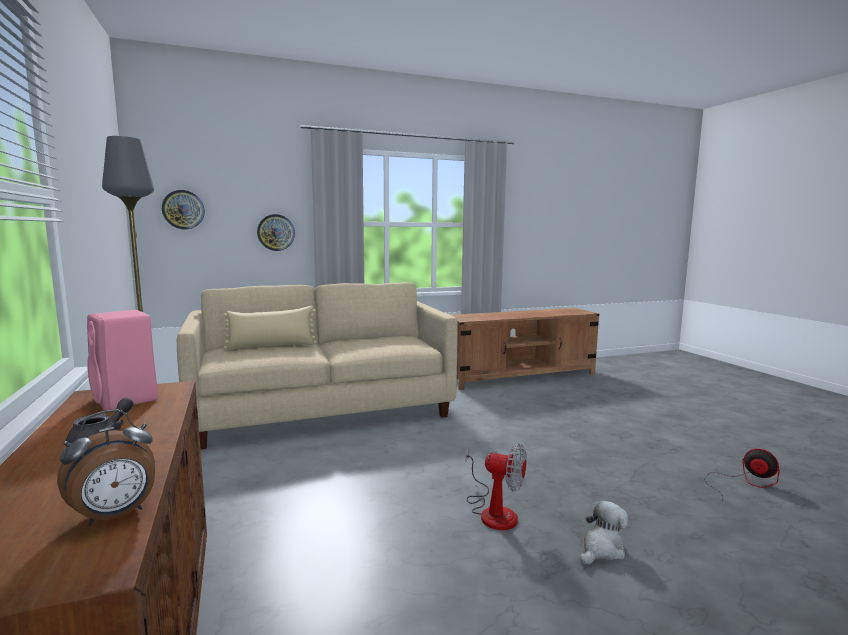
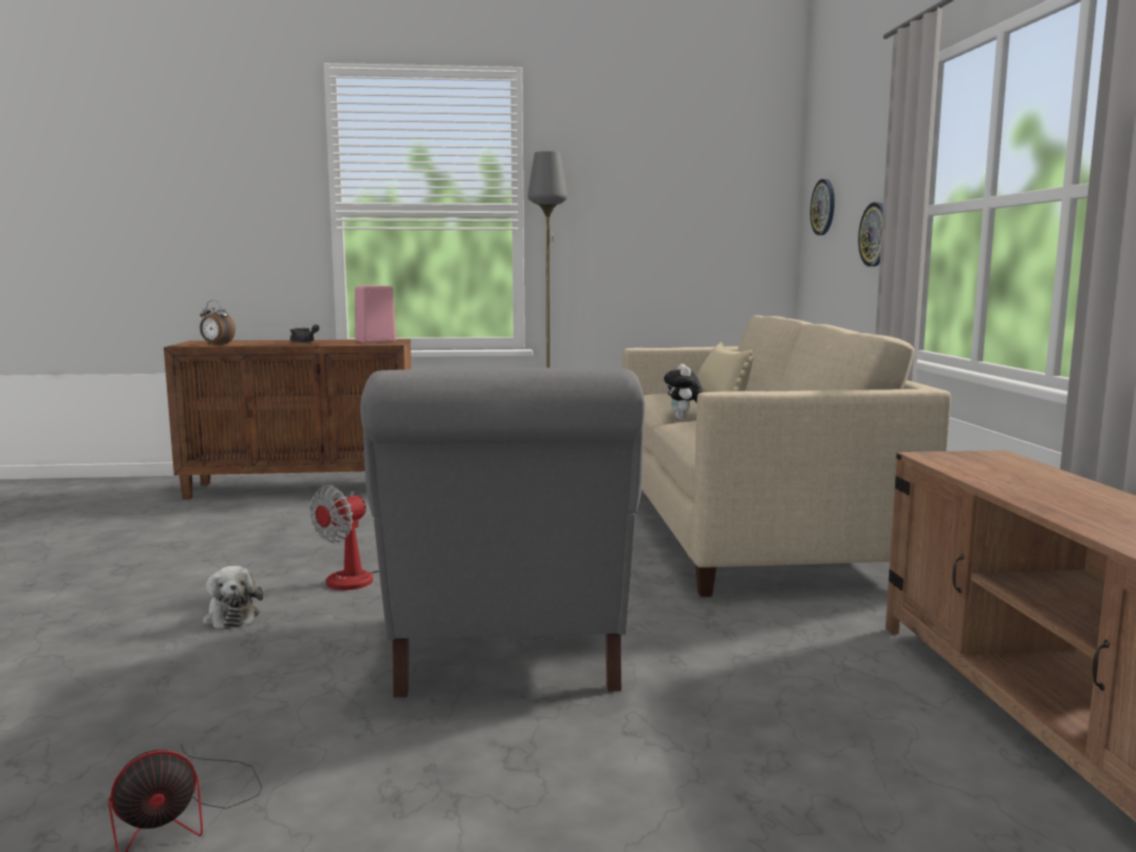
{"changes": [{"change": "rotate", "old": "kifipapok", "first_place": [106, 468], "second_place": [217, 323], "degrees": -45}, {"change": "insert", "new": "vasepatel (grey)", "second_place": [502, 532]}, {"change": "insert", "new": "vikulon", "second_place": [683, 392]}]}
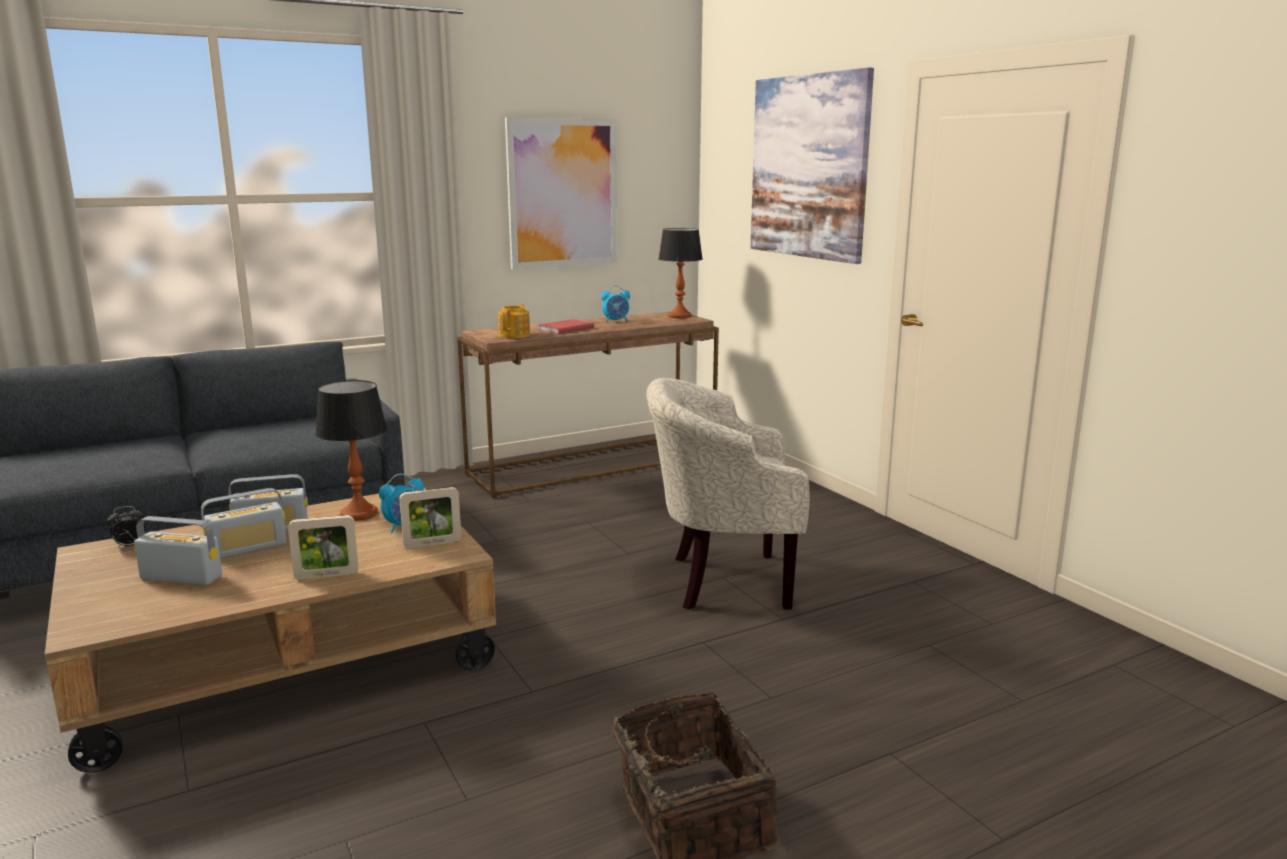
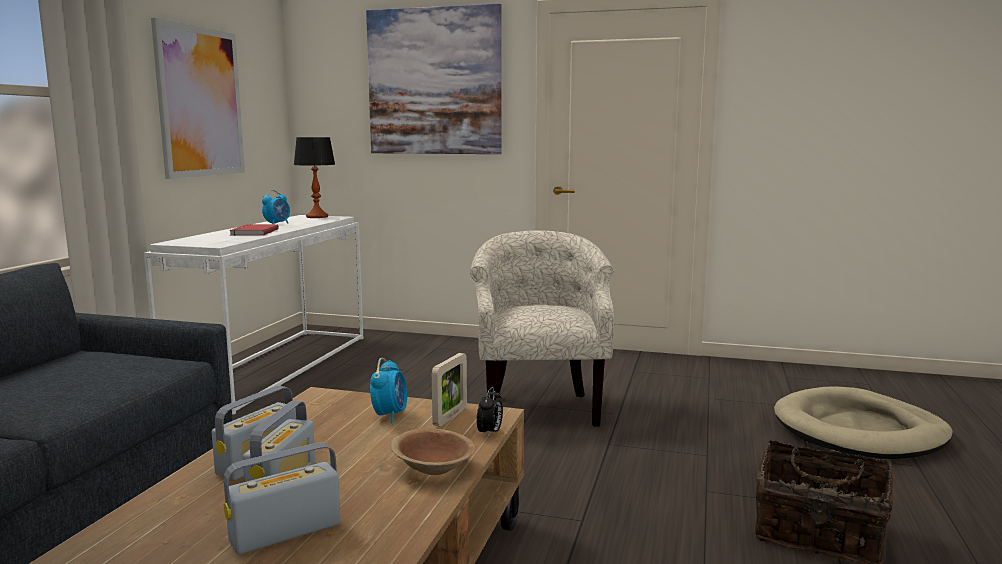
{"changes": [{"change": "move", "old": "kifipapok", "first_place": [126, 527], "second_place": [490, 412]}, {"change": "replace", "old": "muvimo", "new": "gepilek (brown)", "first_place": [323, 547], "second_place": [432, 451]}, {"change": "delete", "old": "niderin", "first_place": [351, 450]}, {"change": "recolor", "old": "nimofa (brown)", "new": "nimofa (white)", "first_place": [588, 405], "second_place": [253, 315]}, {"change": "delete", "old": "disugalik", "first_place": [514, 321]}, {"change": "rotate", "old": "vasepatel (beige)", "first_place": [728, 494], "second_place": [542, 328], "degrees": 135}, {"change": "insert", "new": "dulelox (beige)", "second_place": [863, 423]}]}
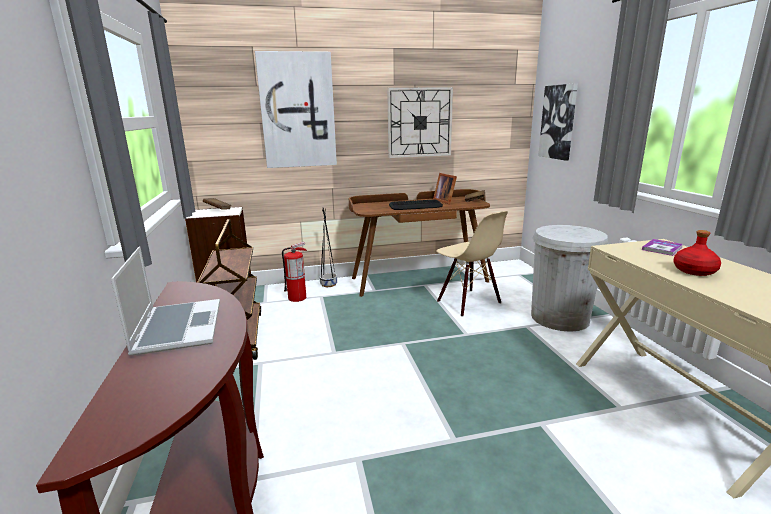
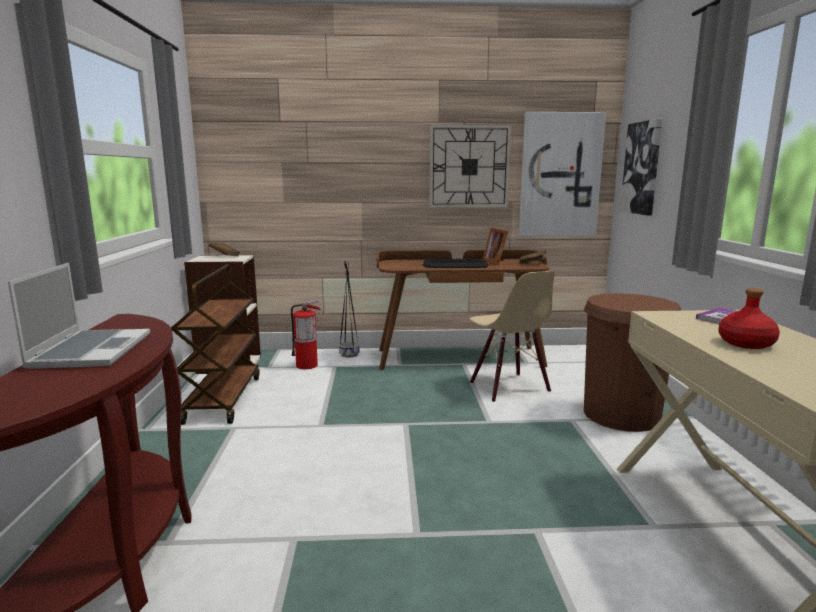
{"changes": [{"change": "move", "old": "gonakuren", "first_place": [296, 109], "second_place": [562, 174]}, {"change": "recolor", "old": "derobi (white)", "new": "derobi (brown)", "first_place": [570, 278], "second_place": [632, 362]}]}
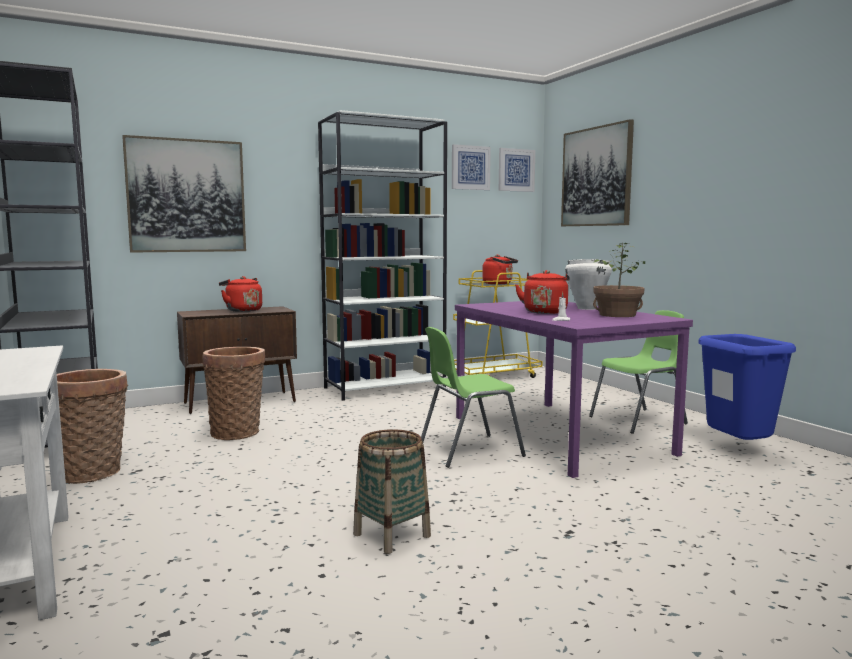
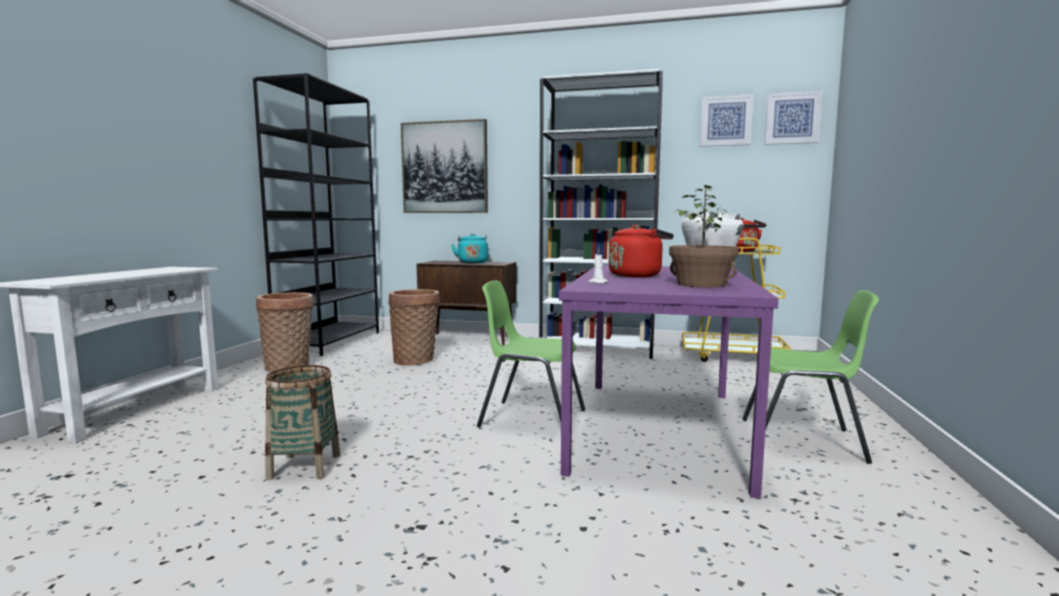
{"changes": [{"change": "recolor", "old": "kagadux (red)", "new": "kagadux (turquoise)", "first_place": [240, 294], "second_place": [469, 248]}, {"change": "delete", "old": "gonakuren", "first_place": [597, 172]}, {"change": "delete", "old": "derobi (blue)", "first_place": [747, 387]}]}
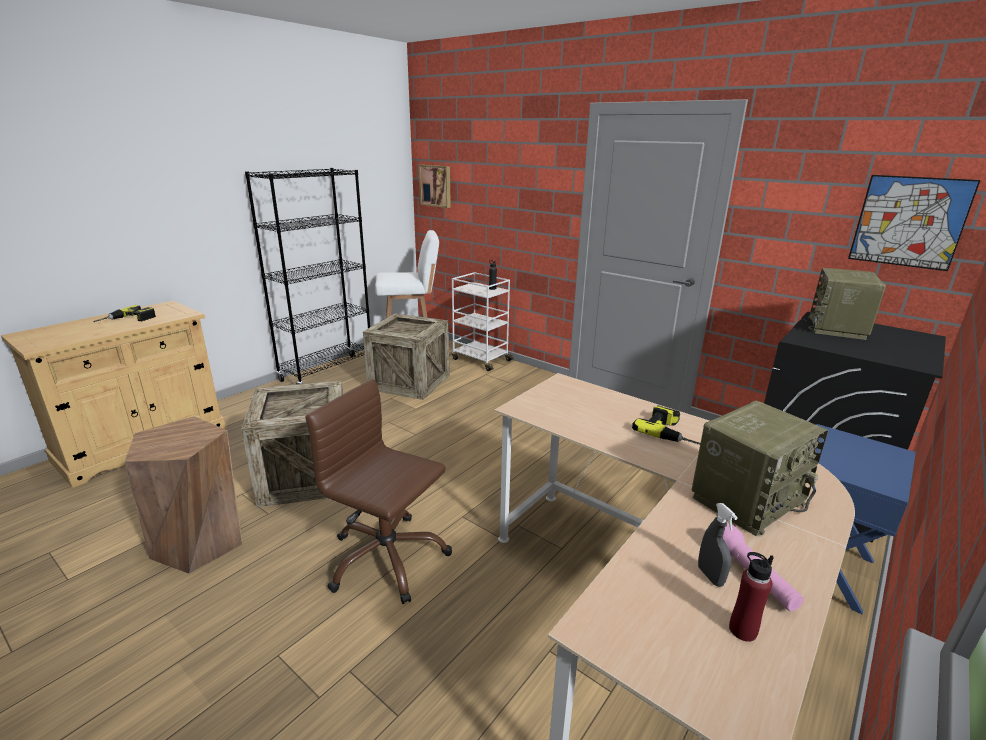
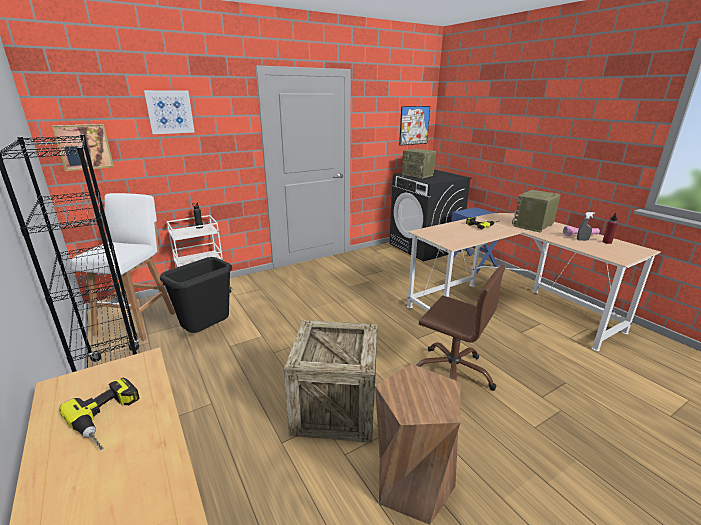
{"changes": [{"change": "rotate", "old": "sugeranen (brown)", "first_place": [379, 491], "second_place": [461, 328], "degrees": -105}, {"change": "replace", "old": "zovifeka", "new": "derobi (black)", "first_place": [406, 356], "second_place": [196, 295]}, {"change": "rotate", "old": "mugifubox", "first_place": [760, 468], "second_place": [536, 211], "degrees": -120}, {"change": "insert", "new": "gonakuren", "second_place": [169, 112]}]}
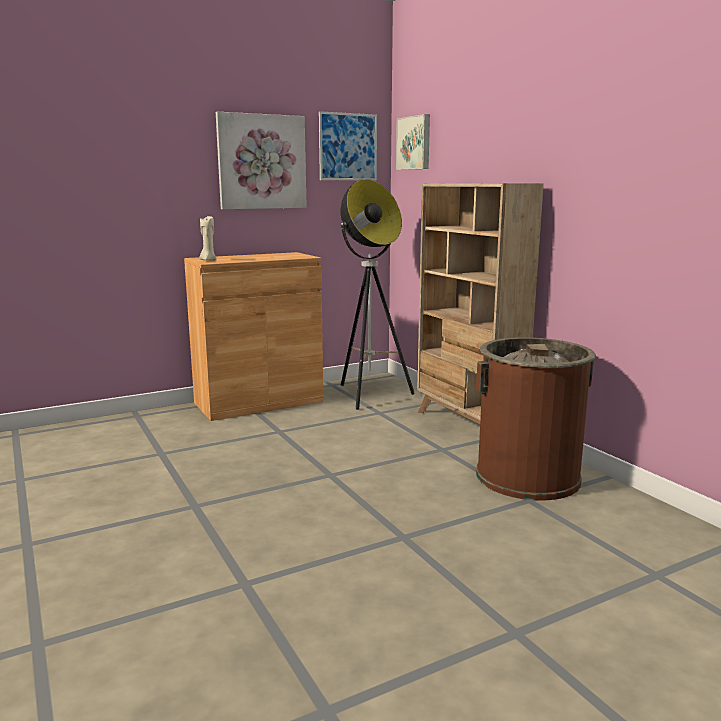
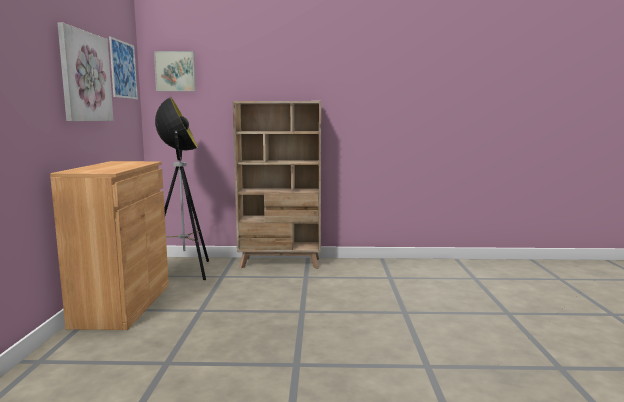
{"changes": [{"change": "delete", "old": "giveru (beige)", "first_place": [208, 238]}, {"change": "delete", "old": "derobi (brown)", "first_place": [536, 418]}]}
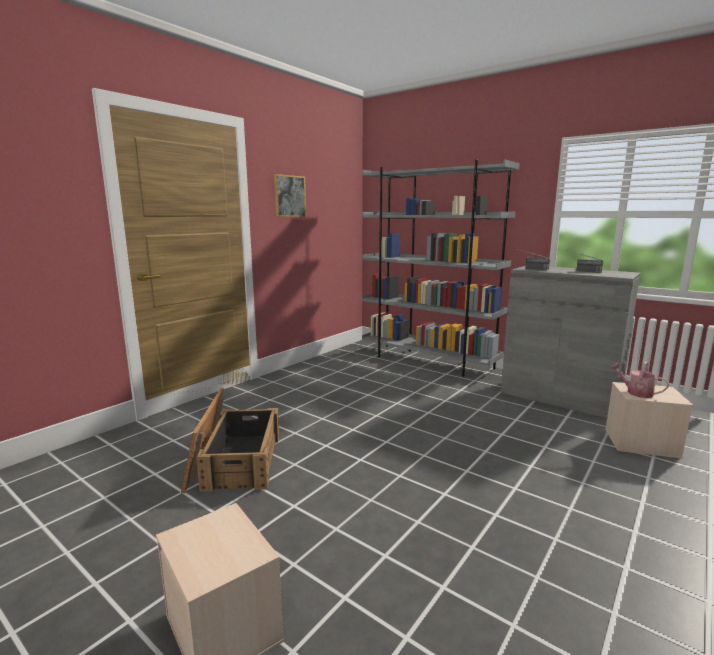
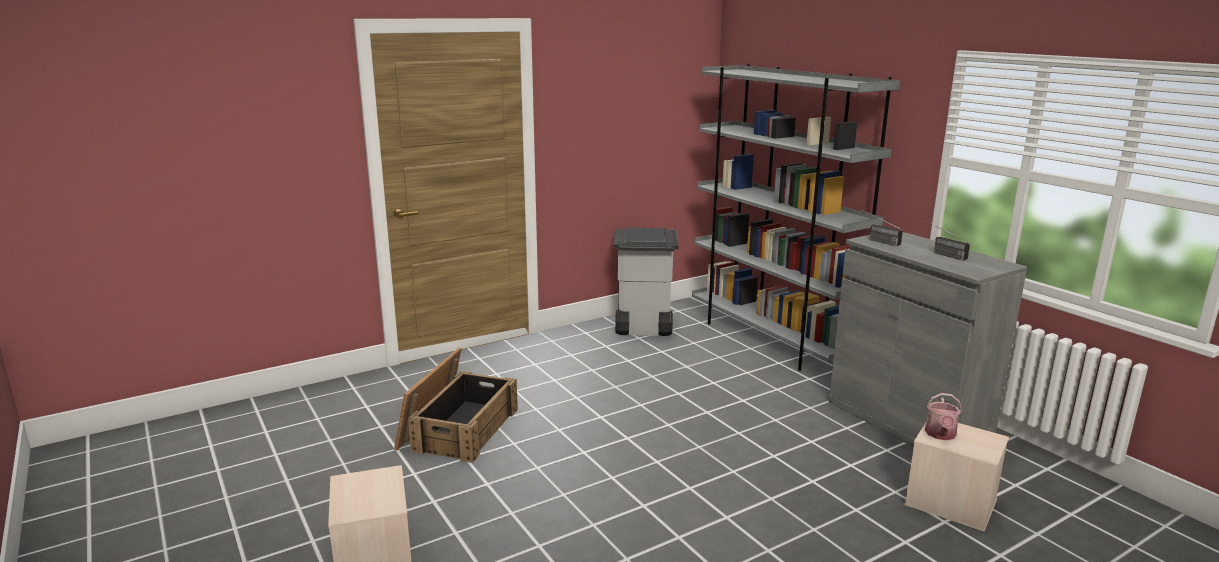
{"changes": [{"change": "delete", "old": "gonakuren", "first_place": [290, 195]}, {"change": "rotate", "old": "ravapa", "first_place": [639, 380], "second_place": [943, 416], "degrees": -135}, {"change": "insert", "new": "derobi (grey)", "second_place": [646, 282]}]}
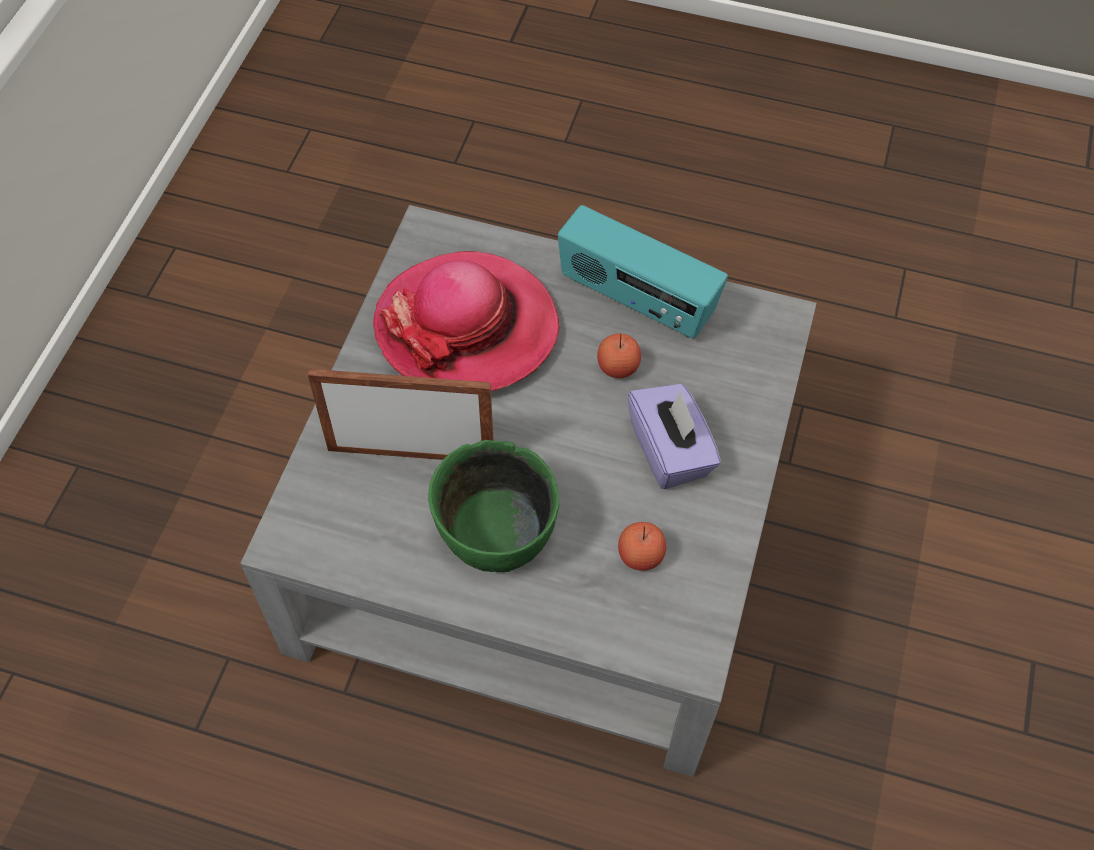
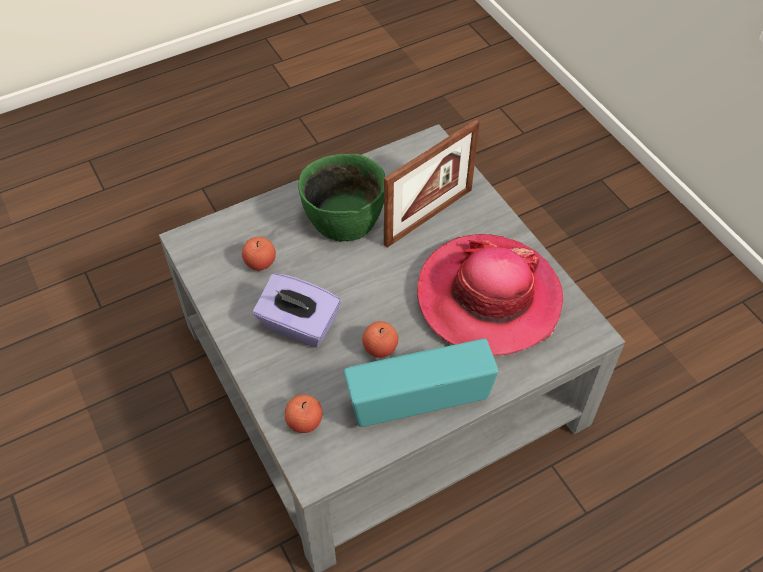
{"changes": [{"change": "insert", "new": "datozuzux", "second_place": [303, 413]}]}
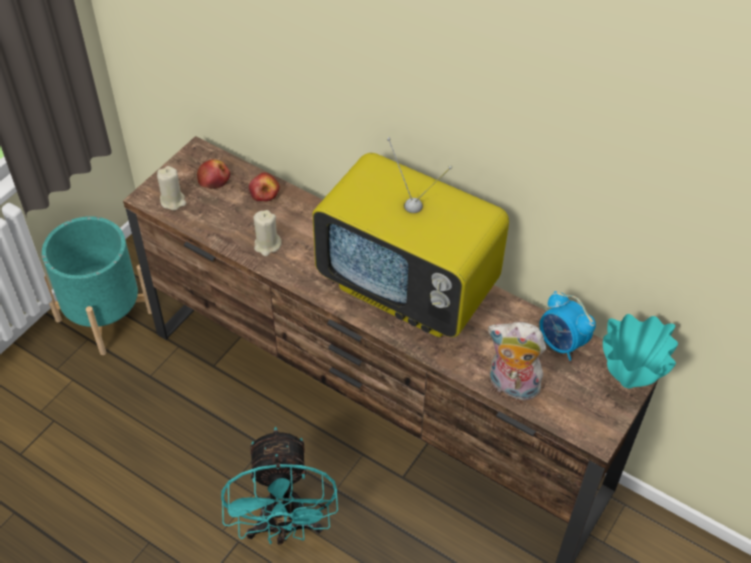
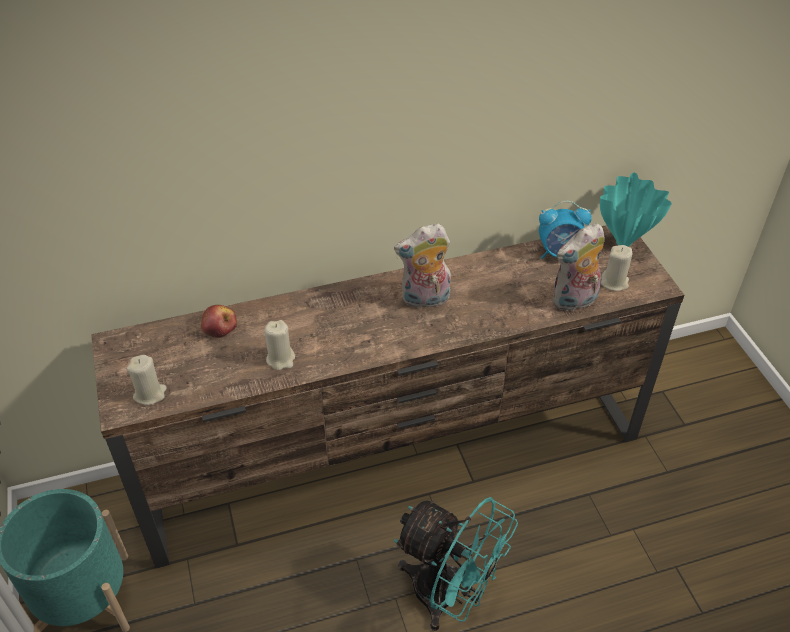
{"changes": [{"change": "delete", "old": "datozuzux", "first_place": [213, 174]}, {"change": "replace", "old": "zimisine", "new": "vikulon", "first_place": [411, 237], "second_place": [422, 266]}, {"change": "insert", "new": "giveru (beige)", "second_place": [616, 268]}]}
